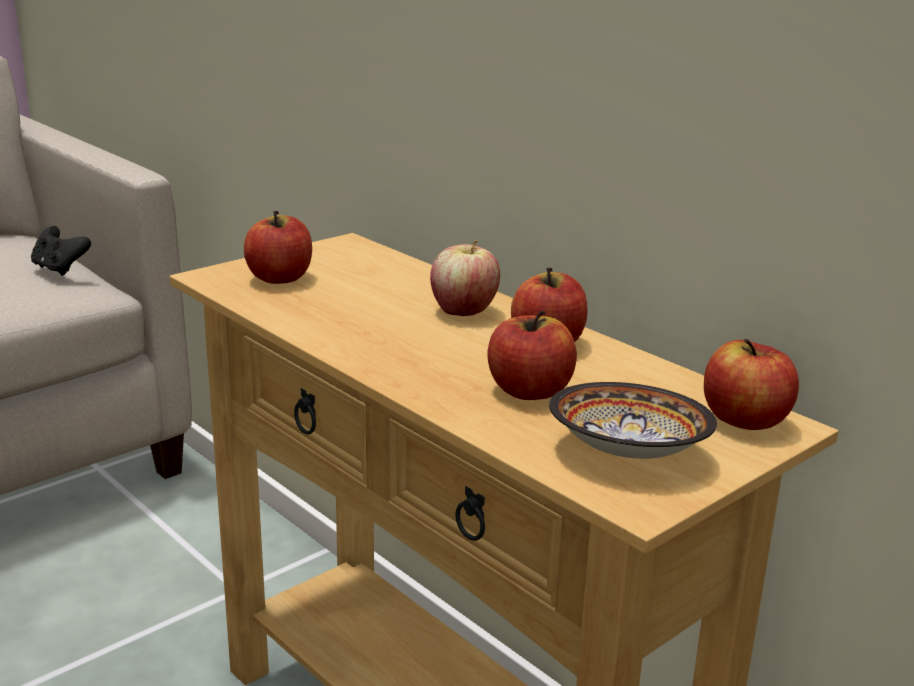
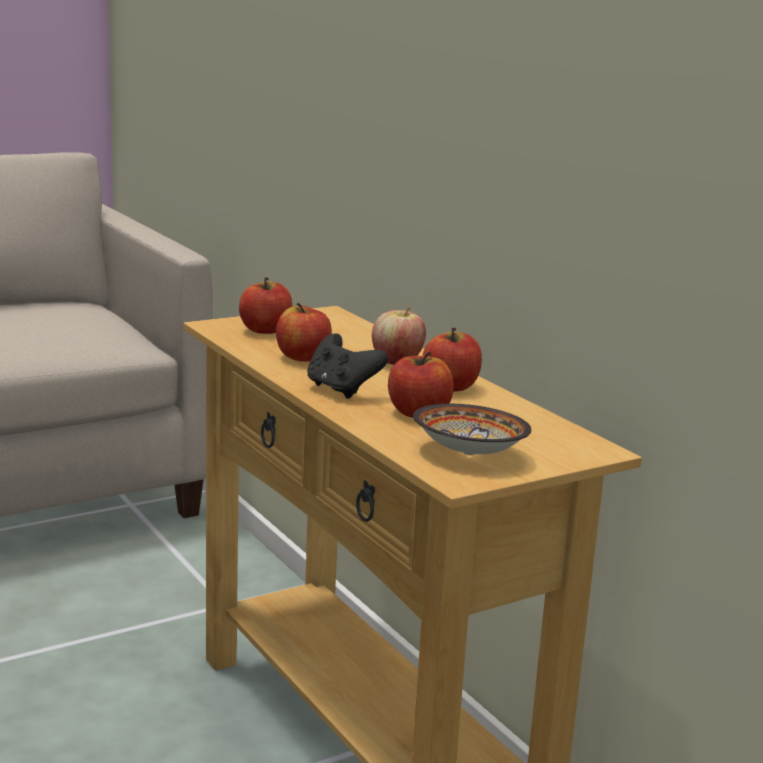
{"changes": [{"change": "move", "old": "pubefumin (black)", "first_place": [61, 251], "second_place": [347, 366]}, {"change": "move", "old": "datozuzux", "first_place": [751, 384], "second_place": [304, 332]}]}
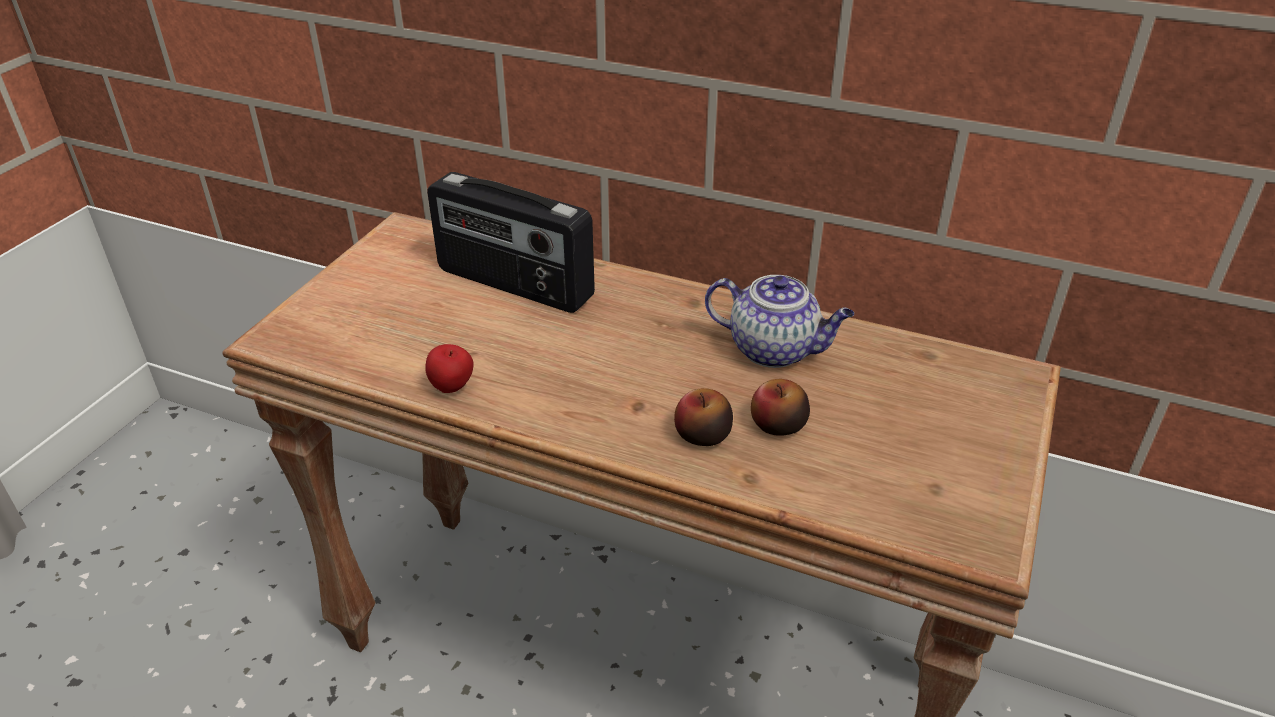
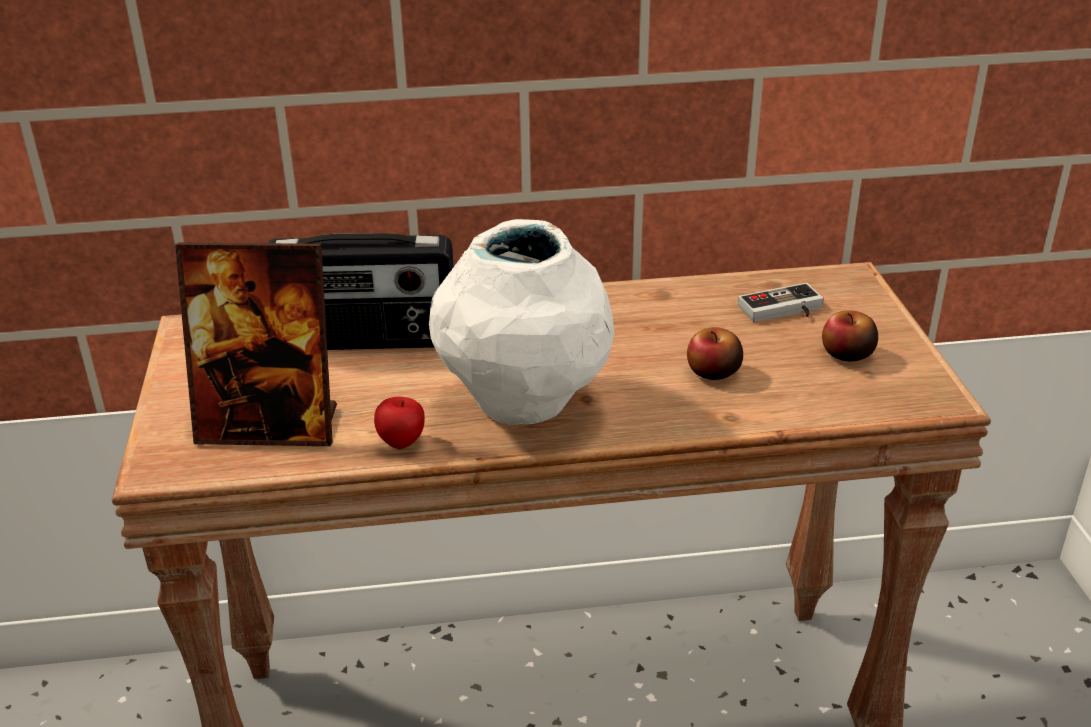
{"changes": [{"change": "move", "old": "datozuzux", "first_place": [703, 417], "second_place": [850, 336]}, {"change": "delete", "old": "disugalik", "first_place": [779, 321]}, {"change": "insert", "new": "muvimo", "second_place": [256, 344]}, {"change": "insert", "new": "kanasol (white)", "second_place": [521, 322]}, {"change": "insert", "new": "pubefumin", "second_place": [781, 302]}]}
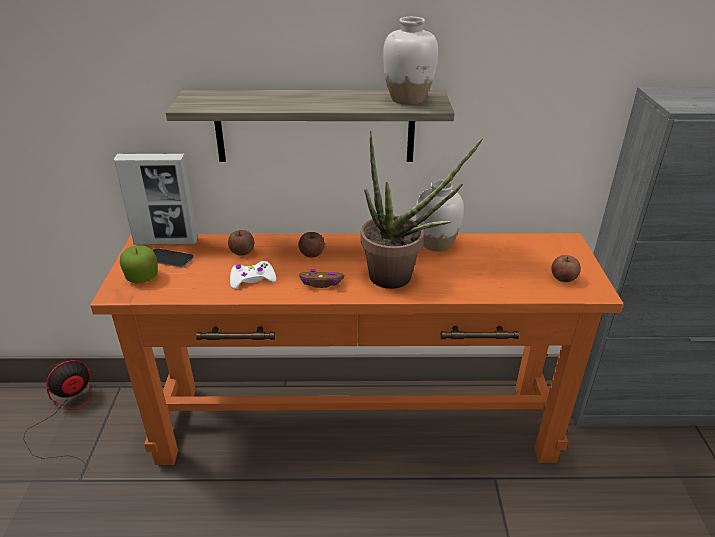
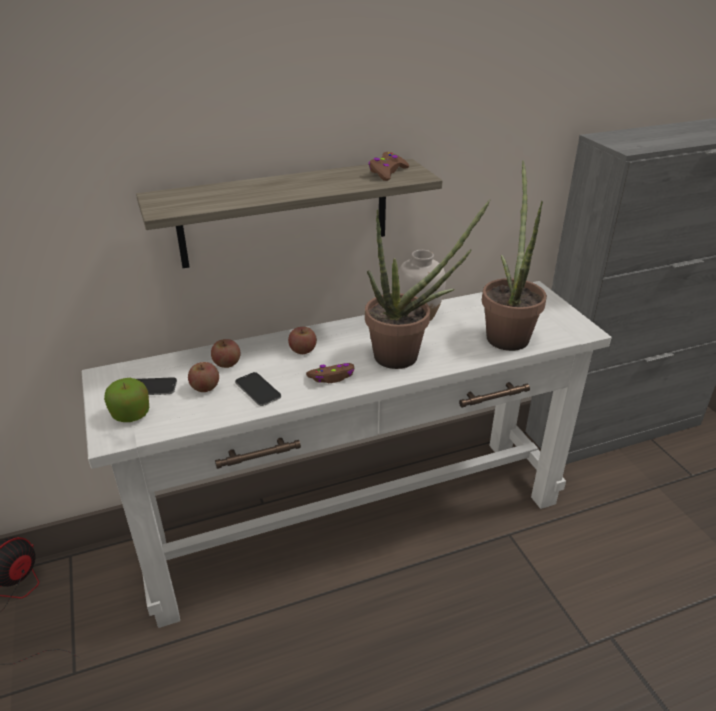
{"changes": [{"change": "recolor", "old": "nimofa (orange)", "new": "nimofa (white)", "first_place": [356, 349], "second_place": [346, 454]}, {"change": "delete", "old": "muvimo", "first_place": [156, 199]}, {"change": "replace", "old": "pubefumin (white)", "new": "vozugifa", "first_place": [253, 275], "second_place": [258, 389]}, {"change": "replace", "old": "kanasol (white)", "new": "pubefumin (brown)", "first_place": [410, 61], "second_place": [388, 166]}, {"change": "move", "old": "datozuzux", "first_place": [566, 268], "second_place": [203, 377]}, {"change": "insert", "new": "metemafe", "second_place": [514, 255]}]}
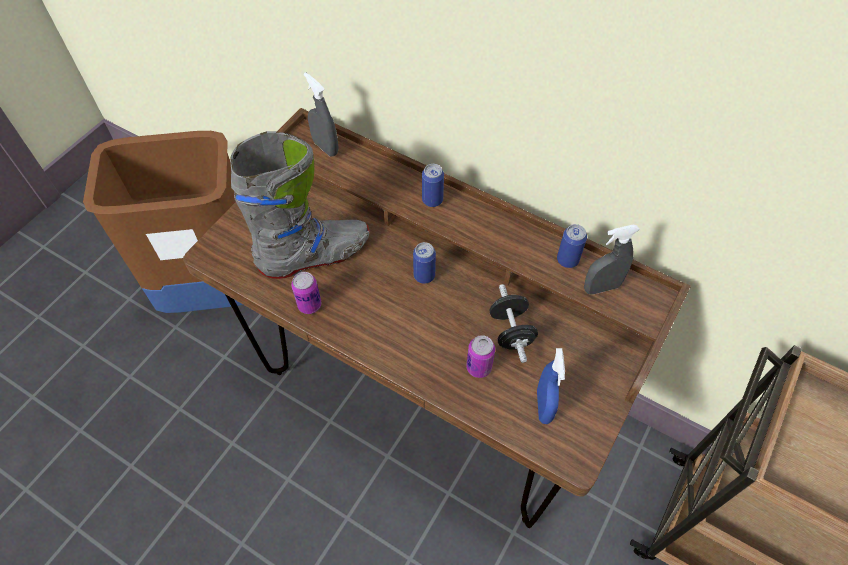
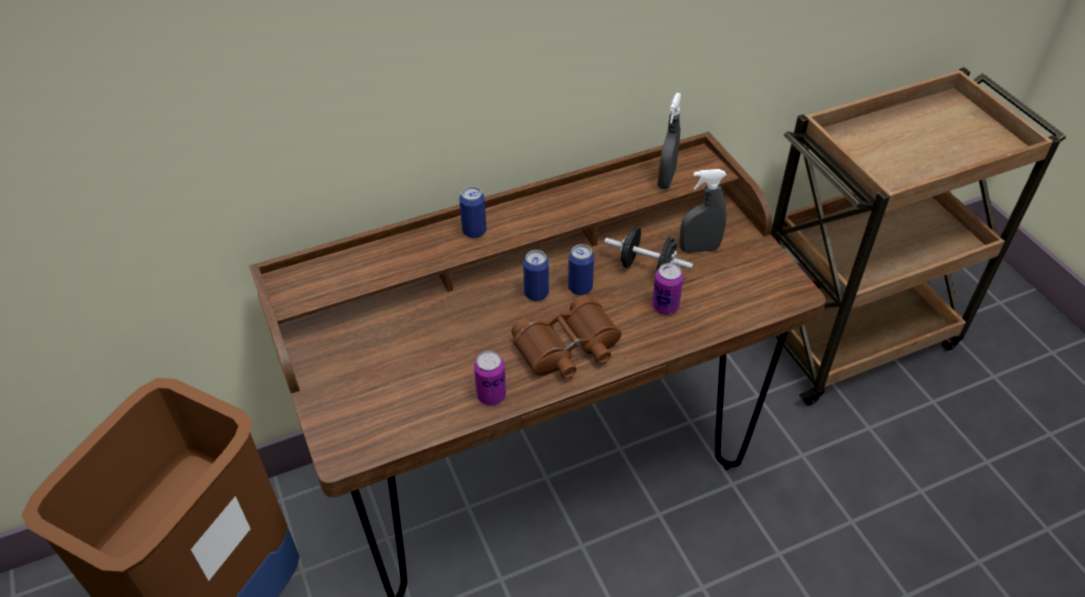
{"changes": [{"change": "delete", "old": "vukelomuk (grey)", "first_place": [299, 205]}, {"change": "move", "old": "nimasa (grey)", "first_place": [321, 114], "second_place": [703, 211]}, {"change": "delete", "old": "nimasa (blue)", "first_place": [551, 386]}, {"change": "move", "old": "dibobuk", "first_place": [572, 246], "second_place": [581, 269]}, {"change": "insert", "new": "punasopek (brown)", "second_place": [566, 336]}]}
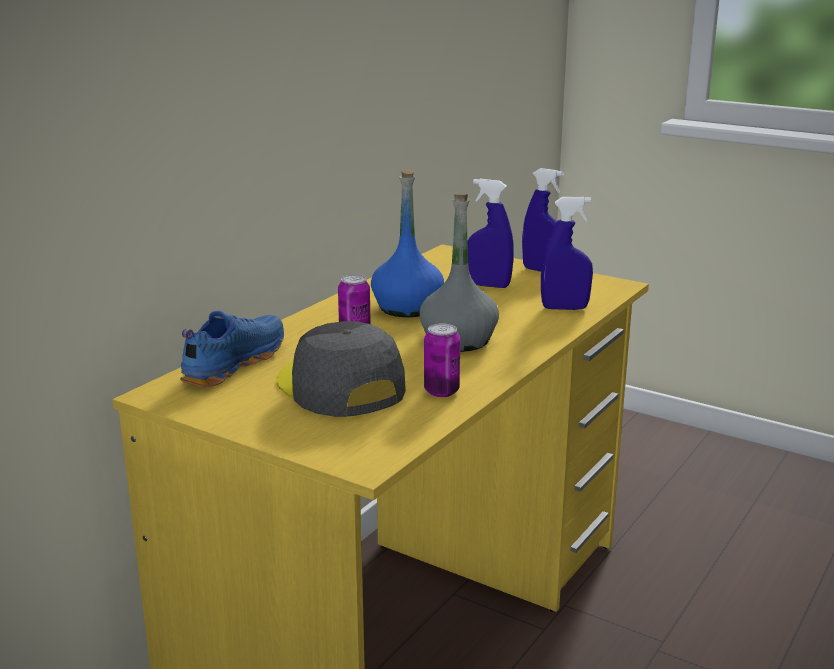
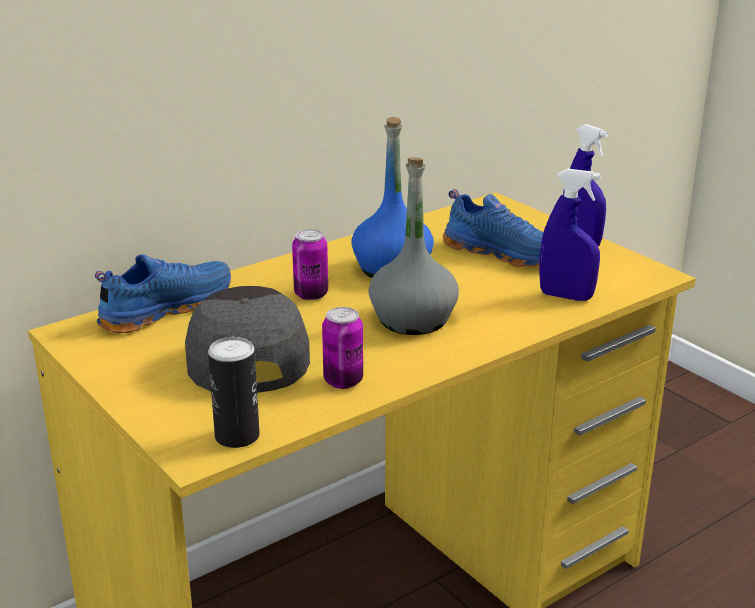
{"changes": [{"change": "replace", "old": "nimasa (blue)", "new": "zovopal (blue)", "first_place": [491, 233], "second_place": [493, 228]}, {"change": "insert", "new": "dibobuk", "second_place": [234, 392]}]}
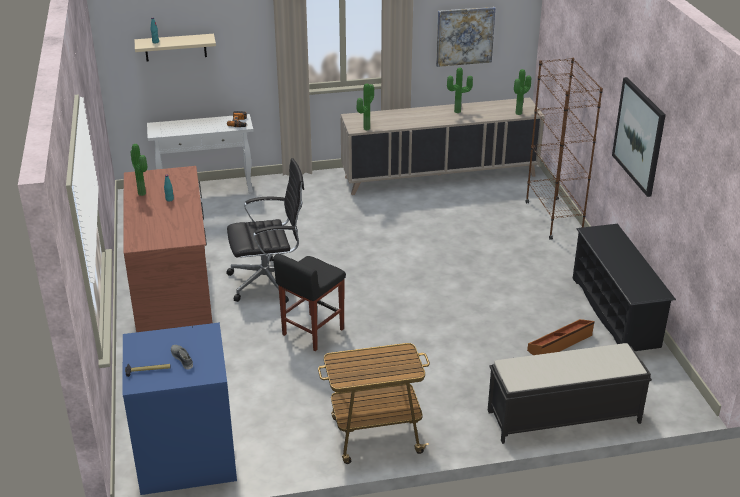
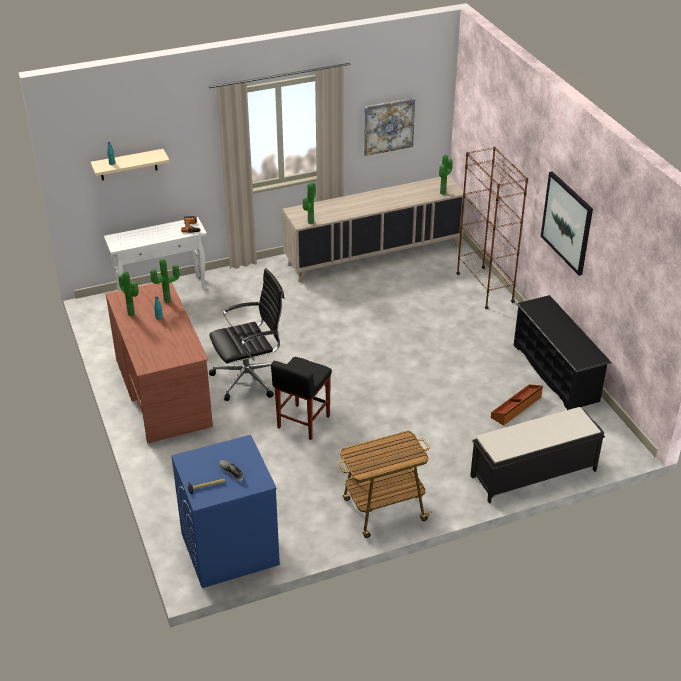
{"changes": [{"change": "move", "old": "metemafe", "first_place": [460, 90], "second_place": [165, 281]}]}
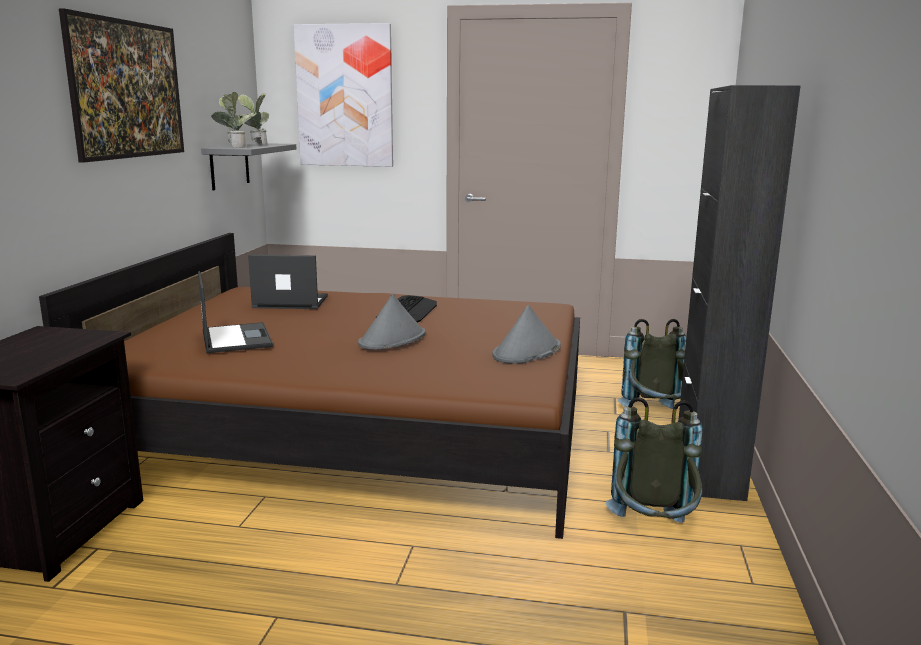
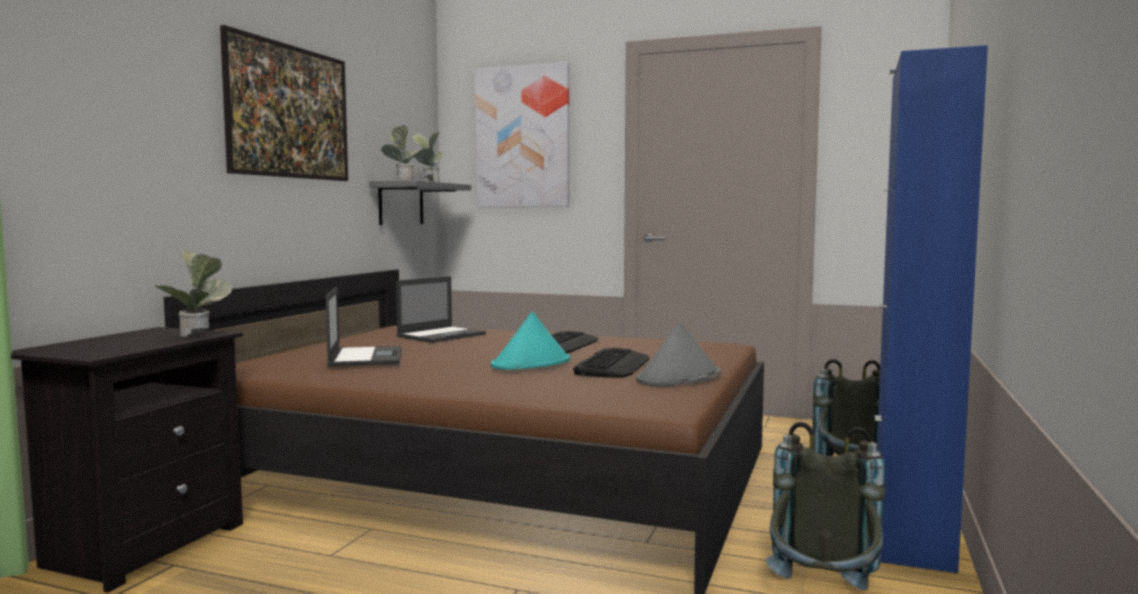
{"changes": [{"change": "rotate", "old": "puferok", "first_place": [288, 282], "second_place": [441, 309], "degrees": 120}, {"change": "recolor", "old": "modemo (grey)", "new": "modemo (turquoise)", "first_place": [391, 322], "second_place": [531, 341]}, {"change": "recolor", "old": "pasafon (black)", "new": "pasafon (blue)", "first_place": [739, 293], "second_place": [931, 309]}, {"change": "insert", "new": "metemafe", "second_place": [193, 293]}, {"change": "insert", "new": "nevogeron", "second_place": [611, 363]}]}
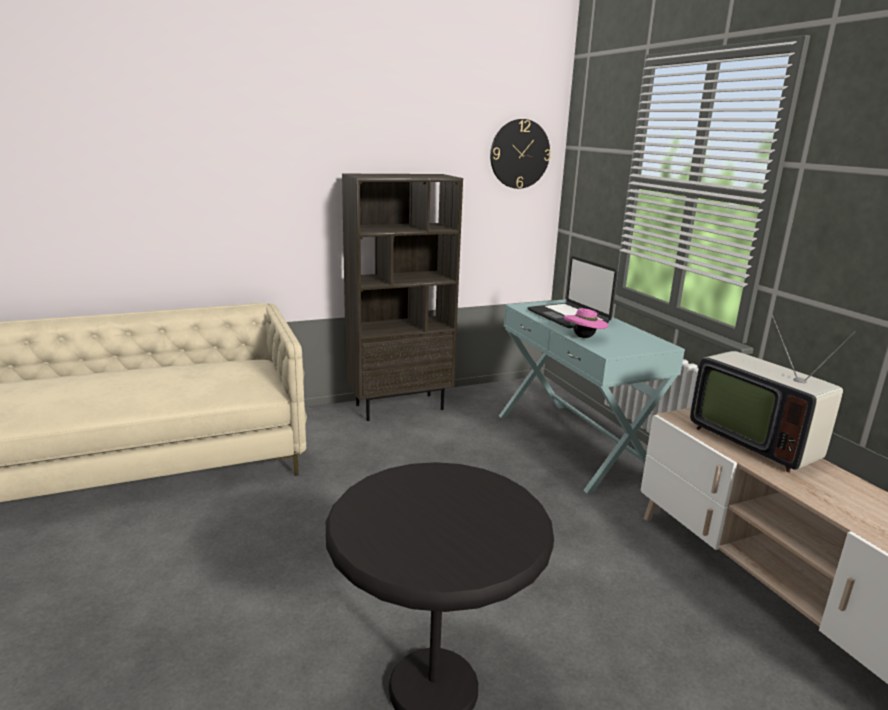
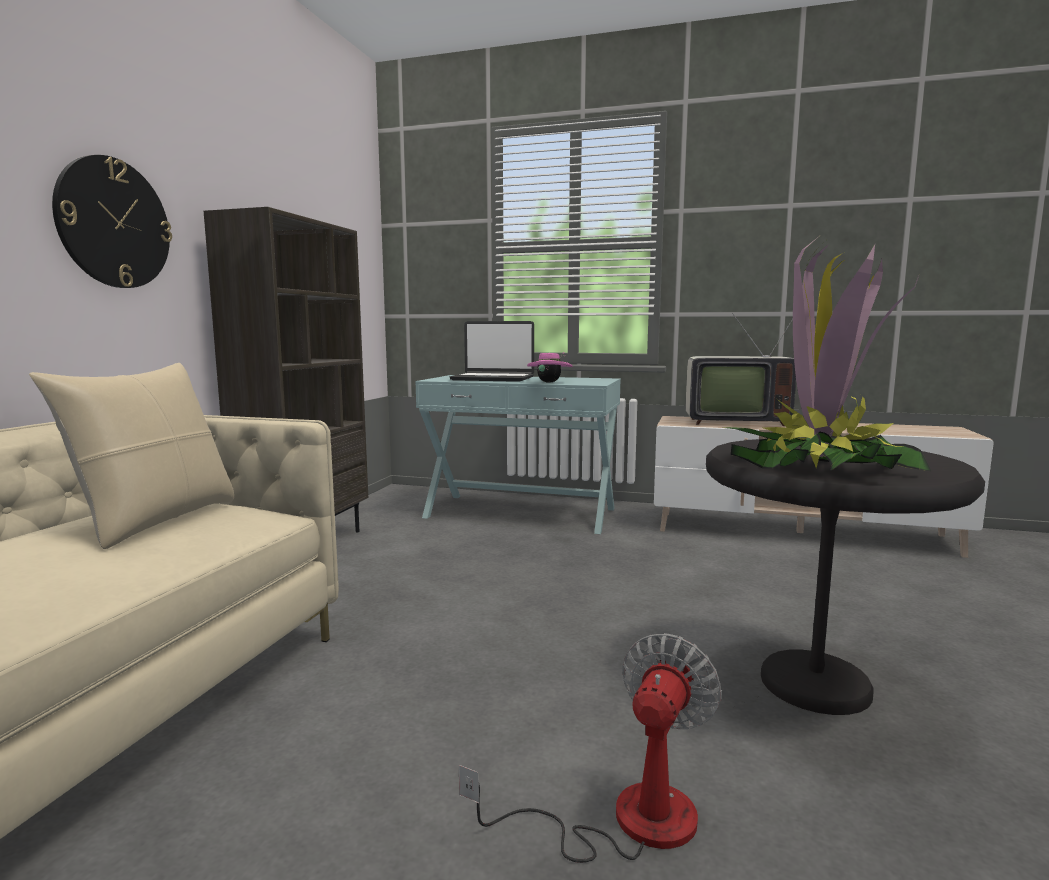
{"changes": [{"change": "move", "old": "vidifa", "first_place": [520, 154], "second_place": [112, 221]}, {"change": "insert", "new": "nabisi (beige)", "second_place": [131, 456]}, {"change": "insert", "new": "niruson", "second_place": [590, 748]}, {"change": "insert", "new": "metemafe", "second_place": [828, 354]}]}
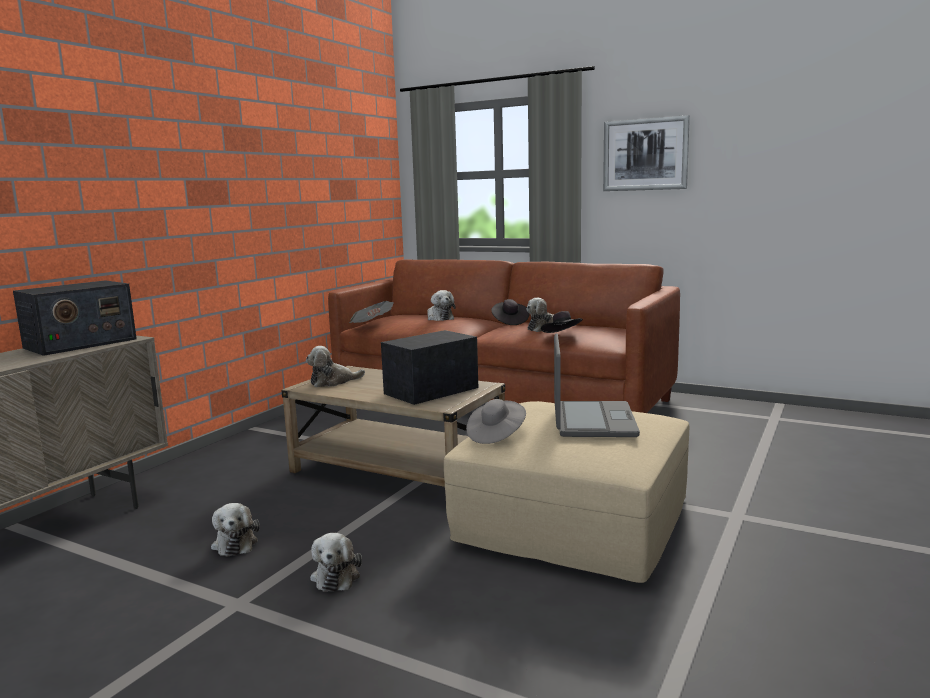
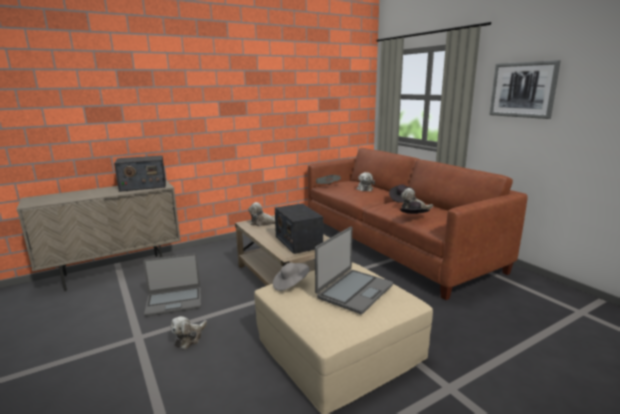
{"changes": [{"change": "replace", "old": "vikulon", "new": "puferok", "first_place": [235, 530], "second_place": [172, 285]}, {"change": "rotate", "old": "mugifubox", "first_place": [429, 367], "second_place": [299, 228], "degrees": -105}]}
